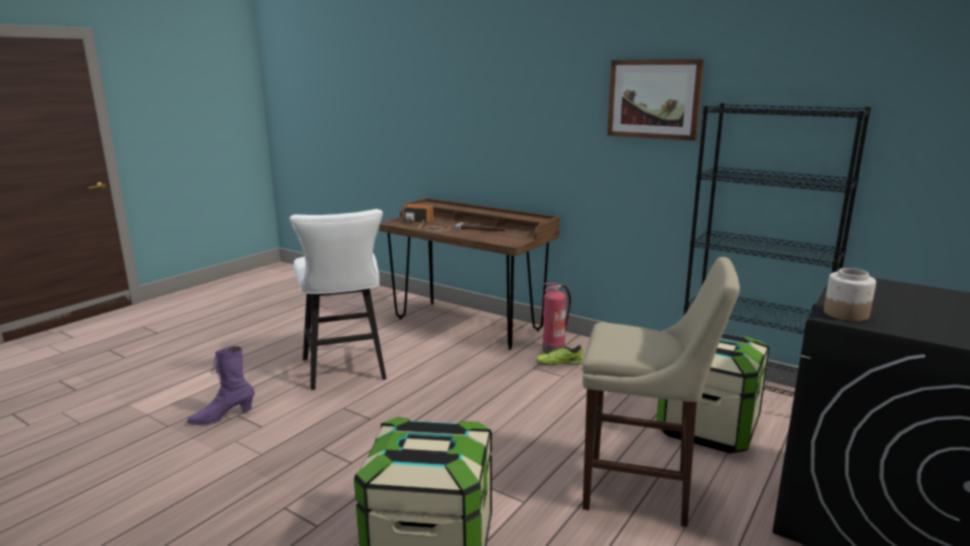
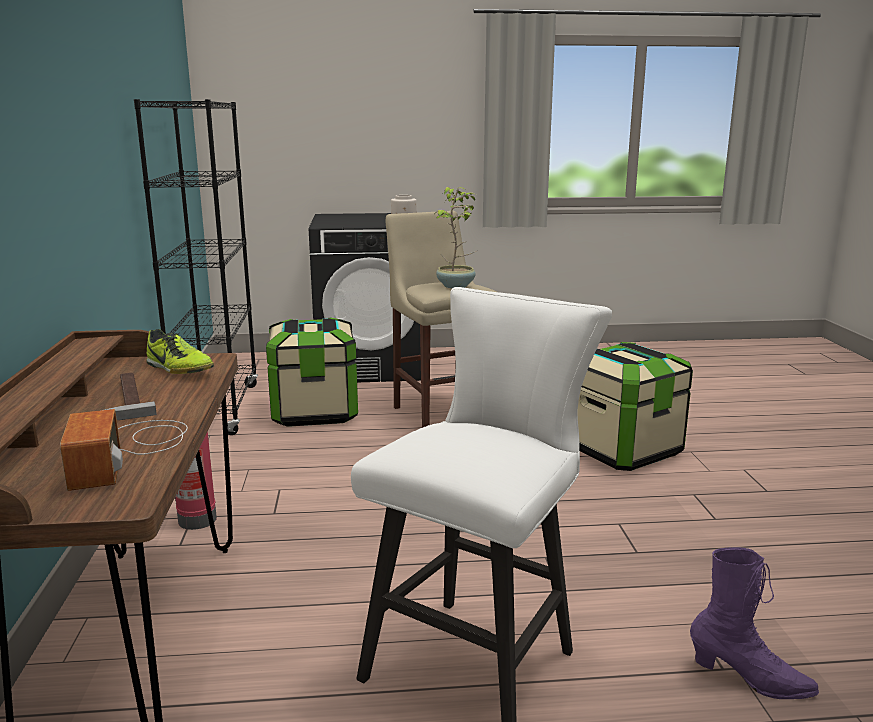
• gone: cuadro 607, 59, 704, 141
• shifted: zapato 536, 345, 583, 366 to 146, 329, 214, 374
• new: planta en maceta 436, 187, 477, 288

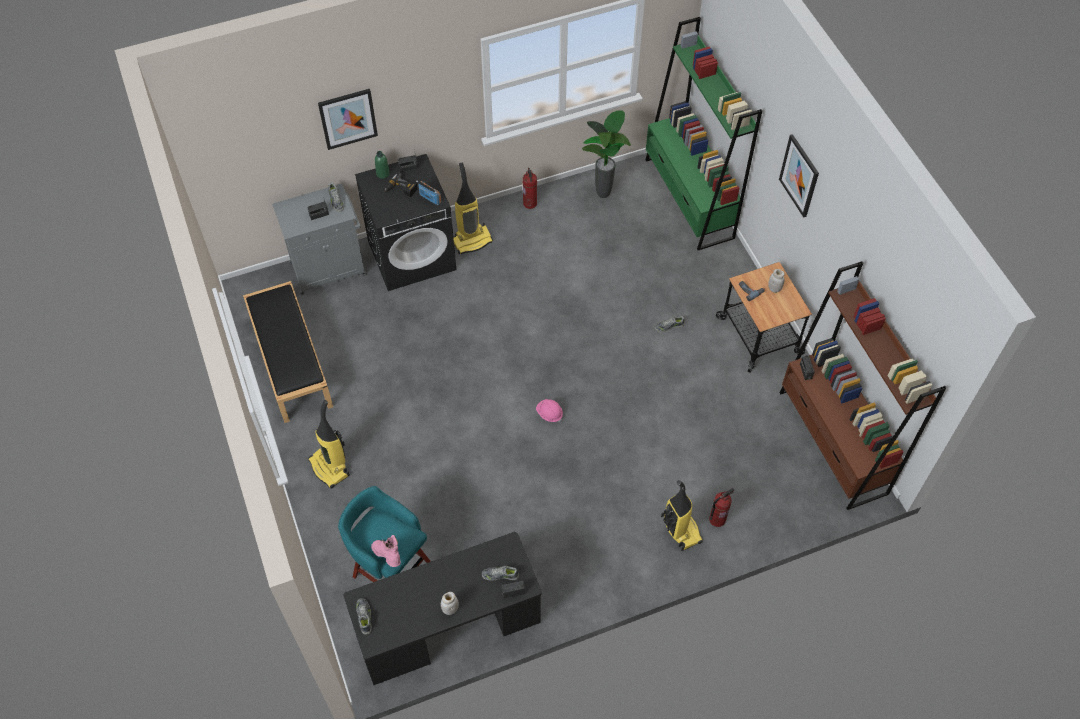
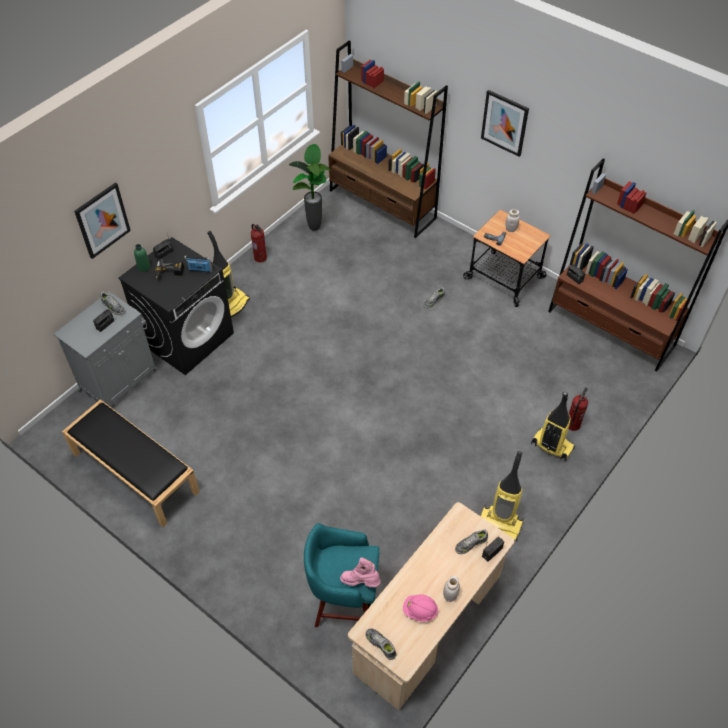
• repainted: estantería (verde) 646, 17, 762, 250 to estantería (marrón) 328, 40, 448, 238
• shifted: casco (rosa) 536, 399, 563, 423 to 403, 594, 439, 622
• shifted: aspiradora 308, 400, 350, 489 to 481, 451, 524, 541
• repainted: escritorio (negro) 344, 532, 542, 685 to escritorio (beis) 348, 502, 515, 710

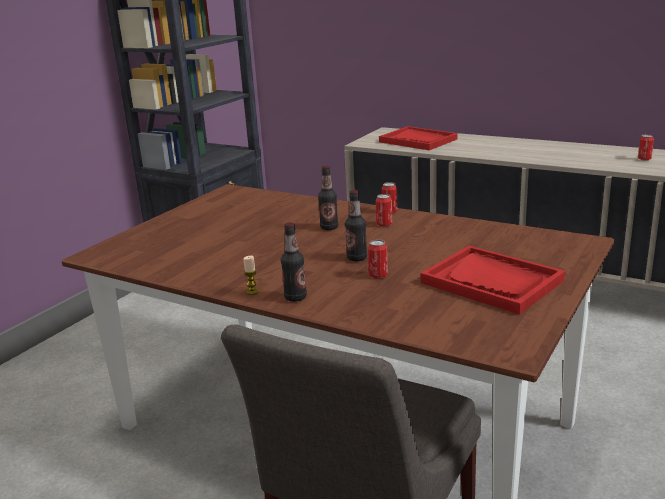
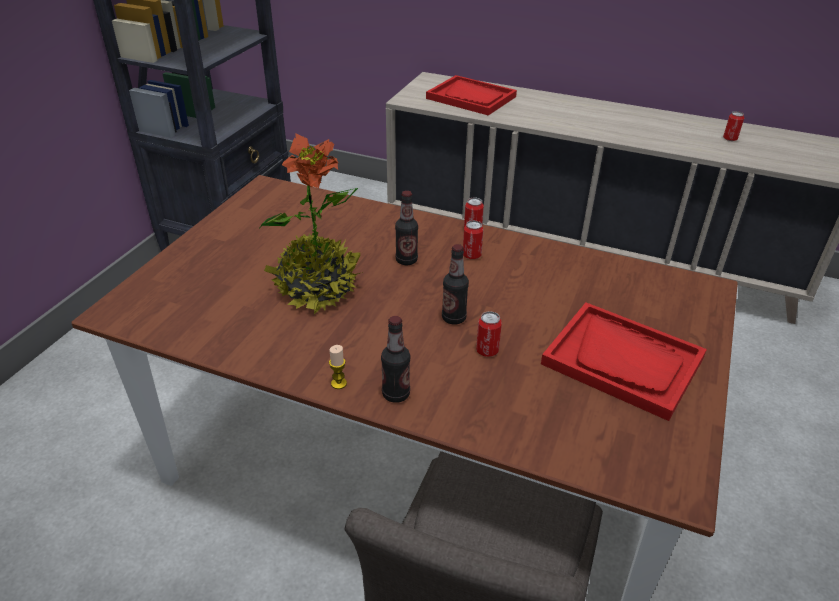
• new: planta en maceta 260, 134, 363, 314

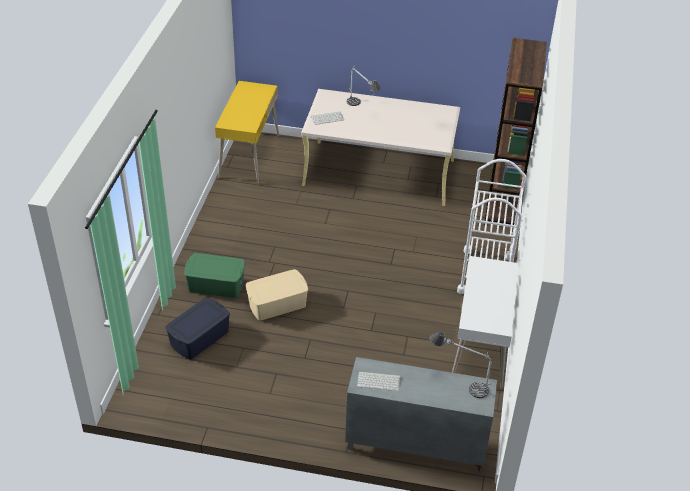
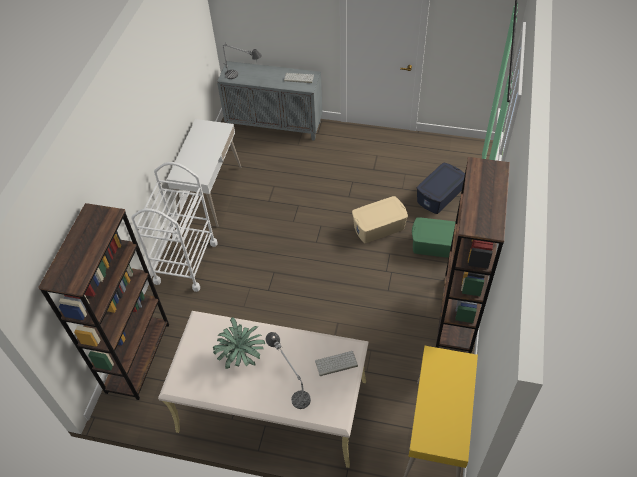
• new: estantería (marrón) 436, 157, 510, 353
• new: planta en maceta 213, 317, 265, 369

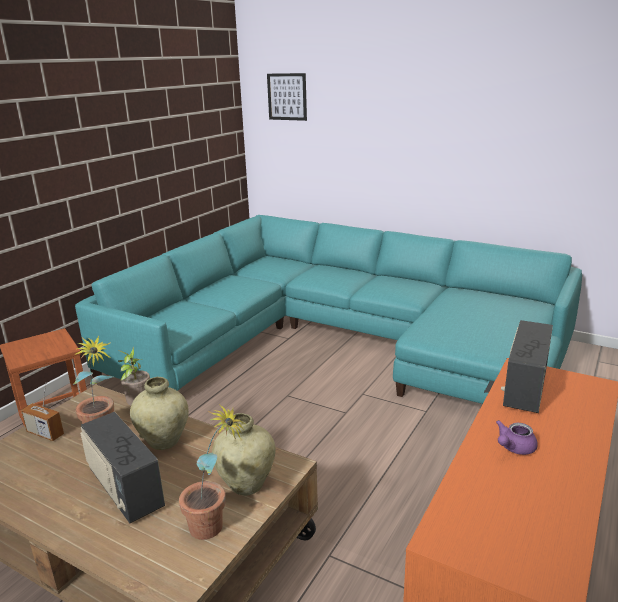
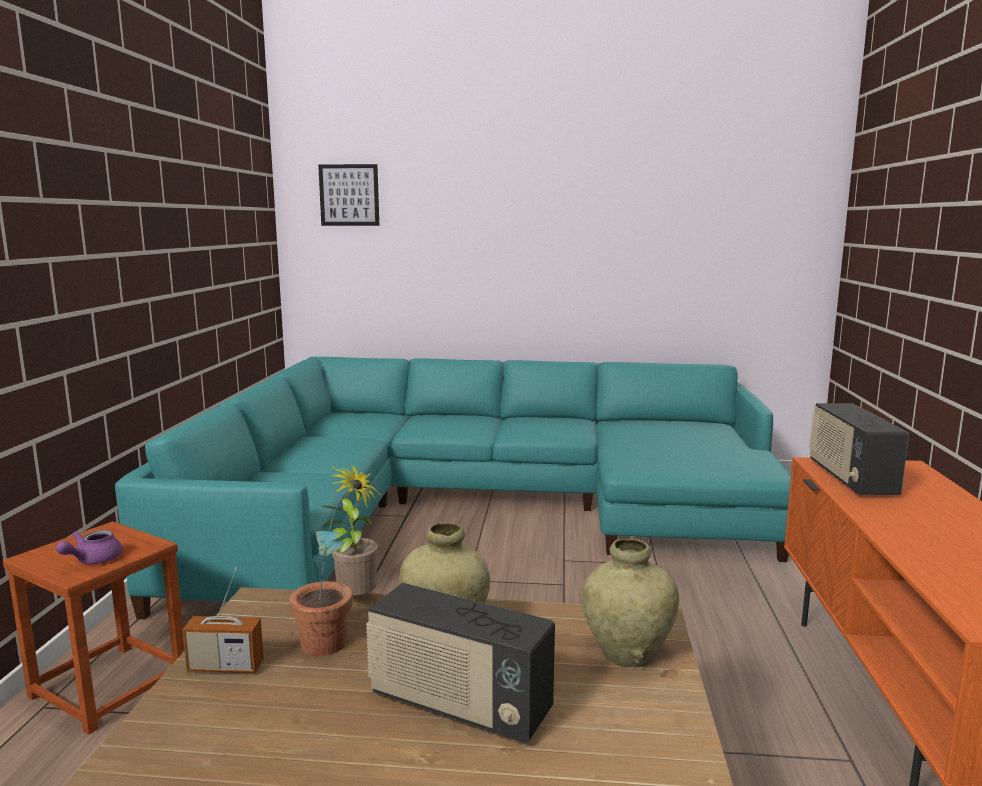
• gone: planta en maceta 179, 404, 245, 540
• shifted: tetera (morado) 496, 420, 538, 455 to 56, 530, 122, 564

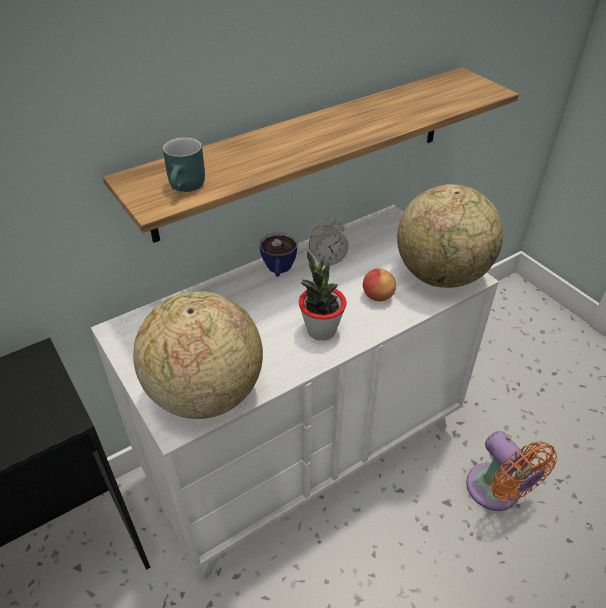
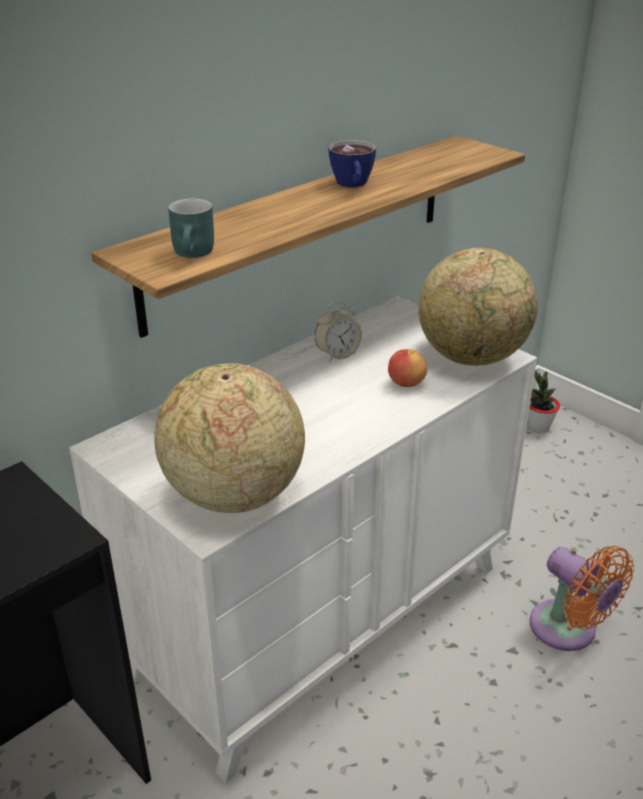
• shifted: taza 259, 232, 298, 277 to 328, 140, 376, 188
• shifted: planta en maceta 299, 251, 346, 340 to 528, 370, 560, 433

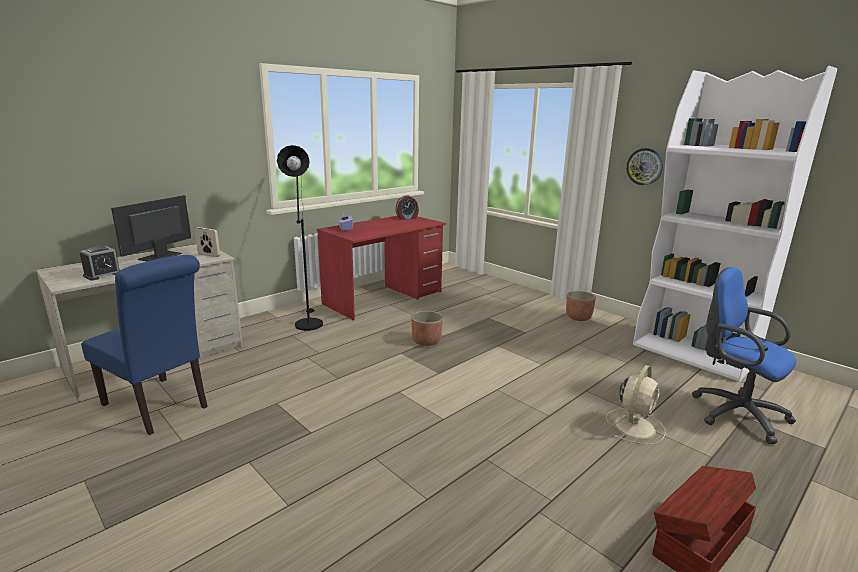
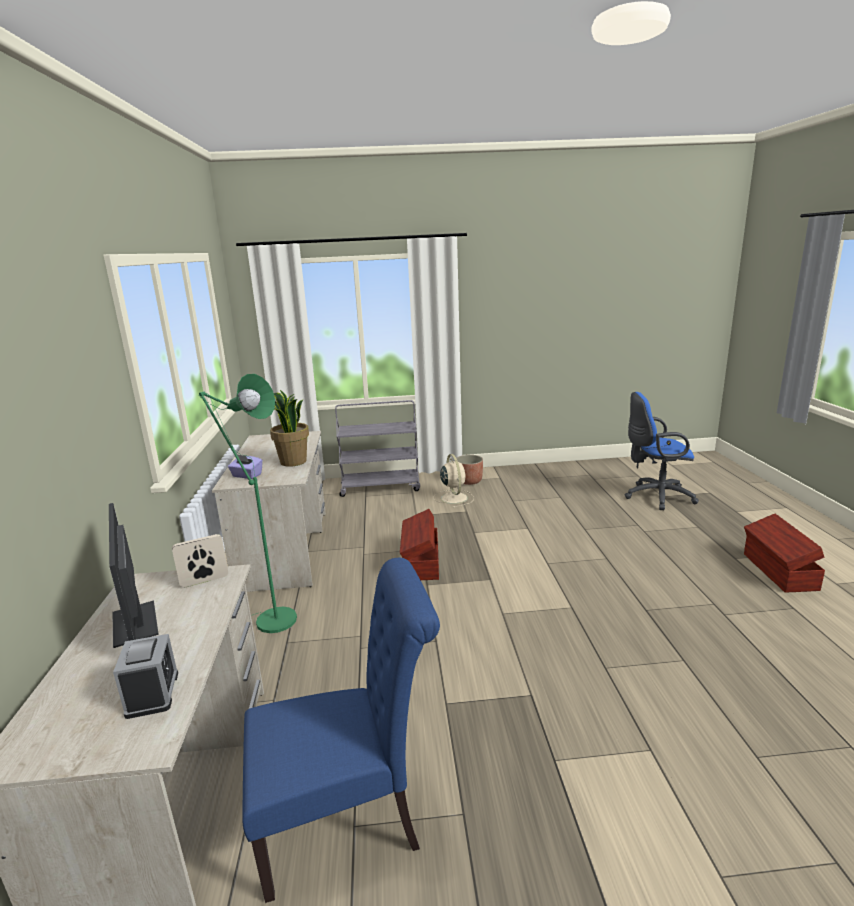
• gone: estantería (blanco) 633, 66, 837, 382
• repainted: lámpara de pie (negro) 277, 145, 323, 331 to lámpara de pie (verde) 199, 374, 297, 633
• gone: reloj de pared 626, 148, 664, 185
• gone: despertador 396, 195, 419, 220
• repainted: escritorio (rojo) 317, 216, 446, 320 to escritorio (beis) 212, 431, 326, 592
• swapped: maceta 411, 311, 443, 346 to caja de almacenaje (marrón) 400, 509, 439, 580
• shifted: ventilador (beis) 606, 365, 666, 445 to 433, 454, 474, 508
• new: planta en maceta 270, 390, 309, 467
• new: carrito (gris) 335, 400, 420, 497

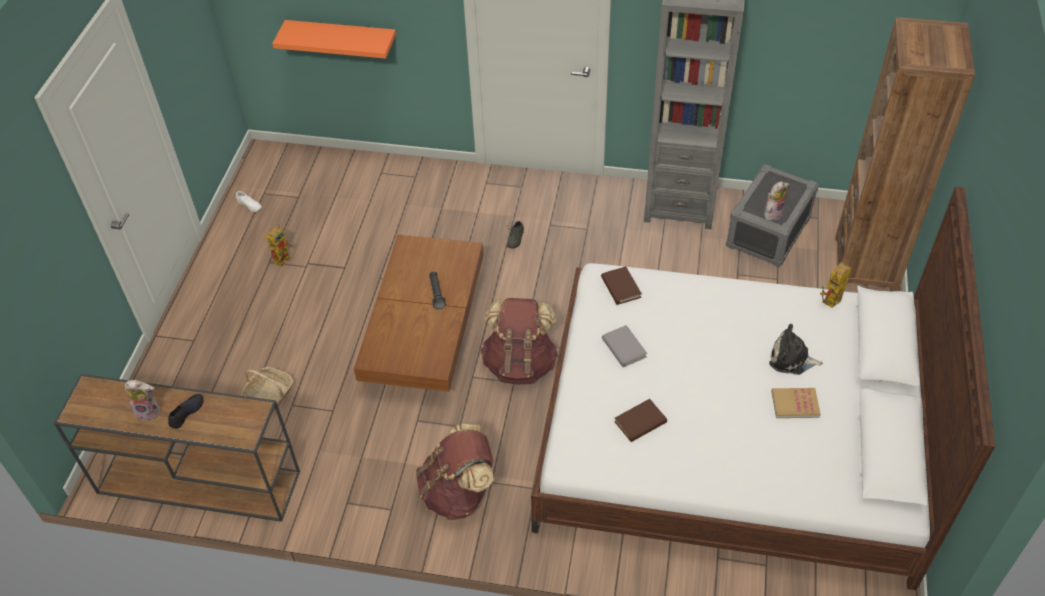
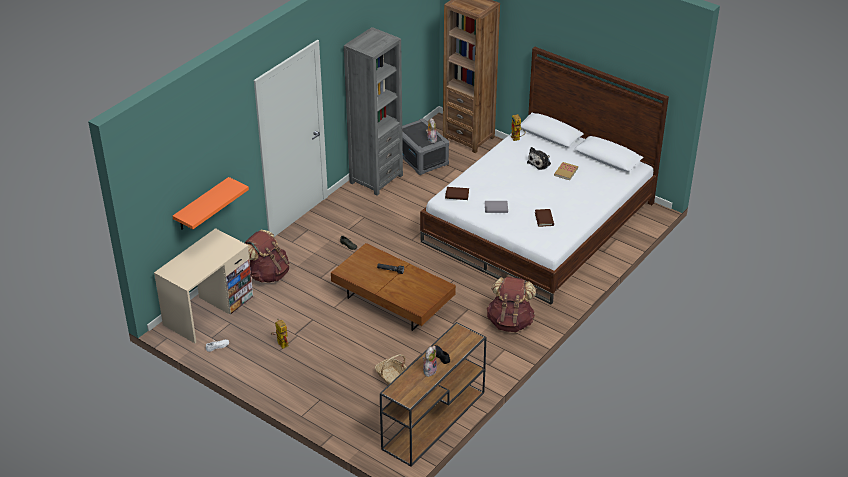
• shifted: mochila (marrón) 480, 298, 558, 385 to 245, 230, 290, 283
• new: escritorio (beis) 154, 228, 253, 343

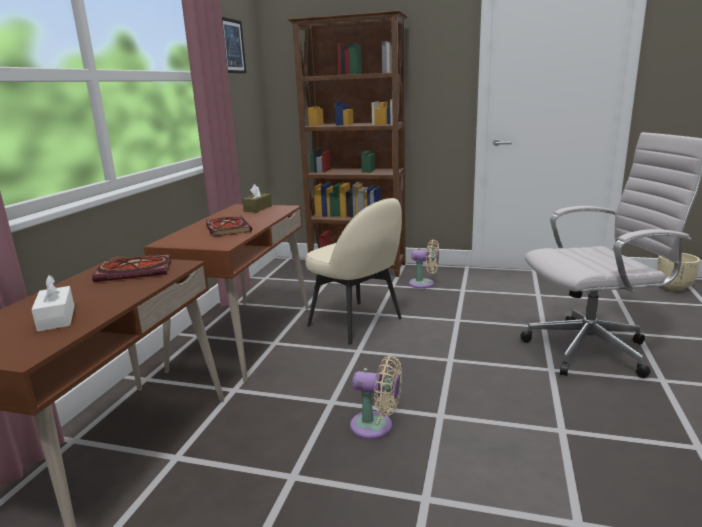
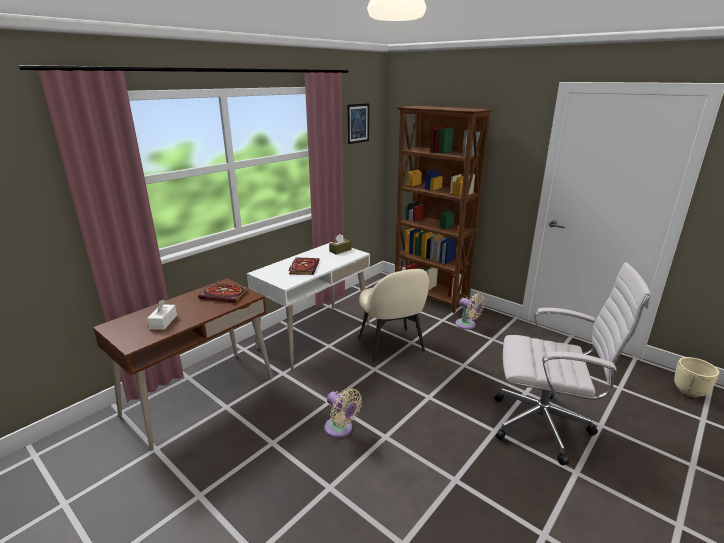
• repainted: escritorio (marrón) 144, 204, 309, 383 to escritorio (blanco) 247, 242, 370, 370

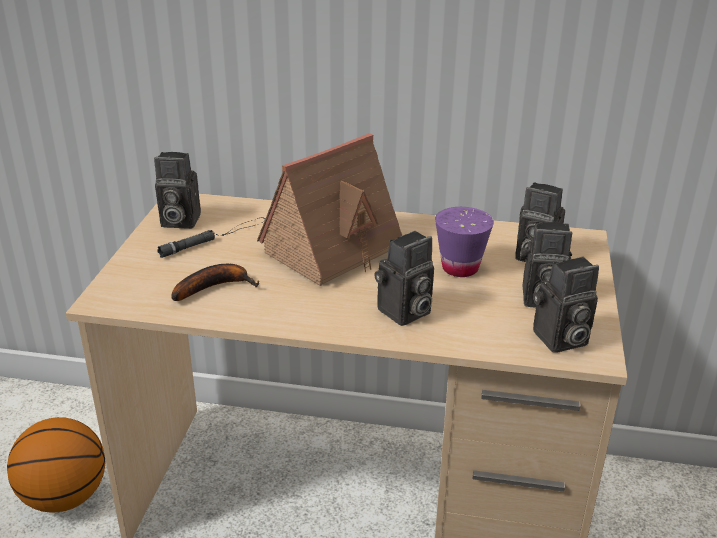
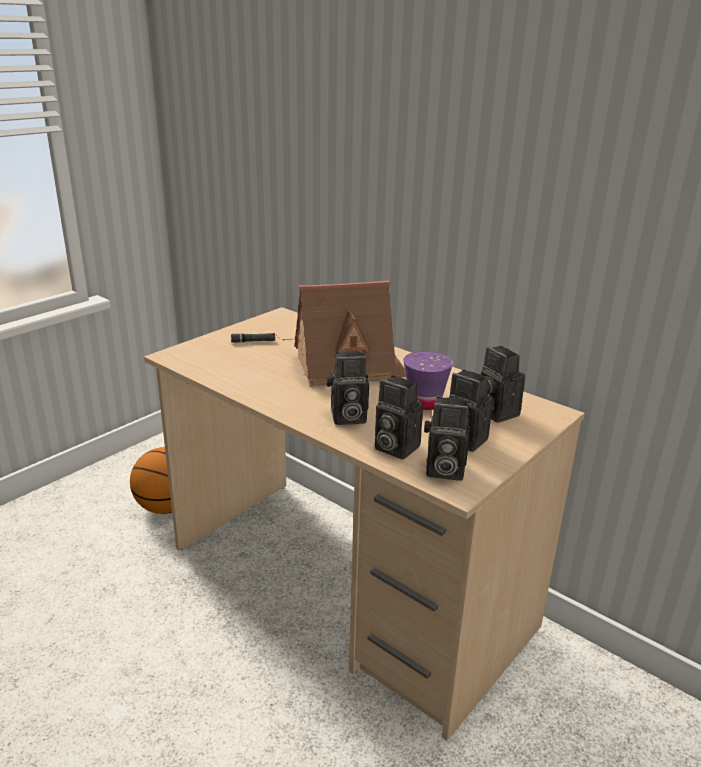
• shifted: cámara 154, 152, 201, 229 to 375, 376, 423, 460
• gone: plátano 171, 264, 260, 301

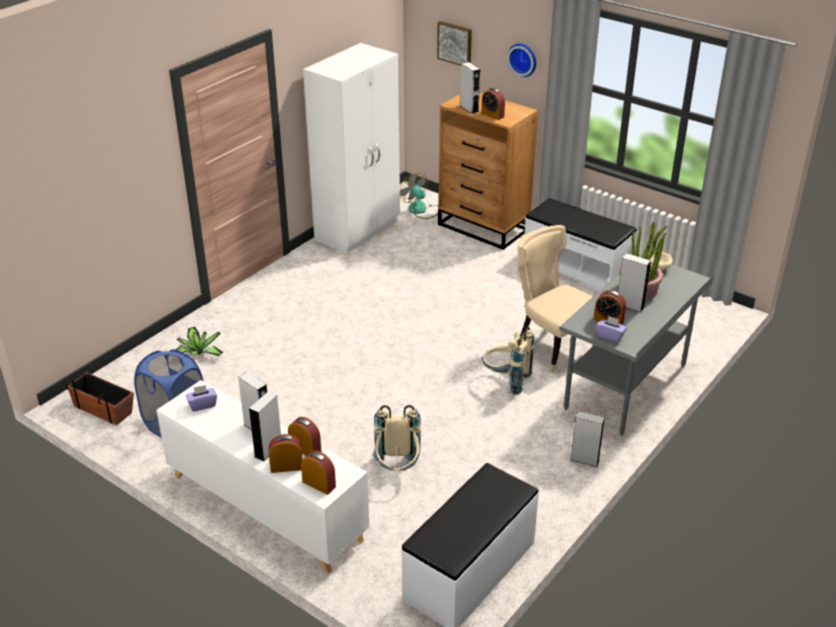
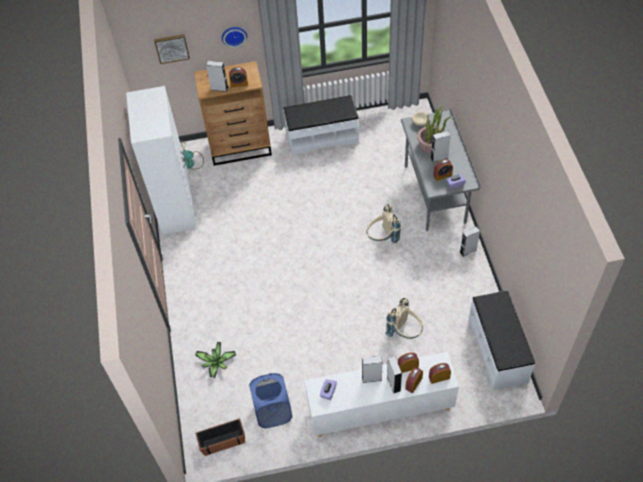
• gone: silla (beis) 517, 225, 593, 373

